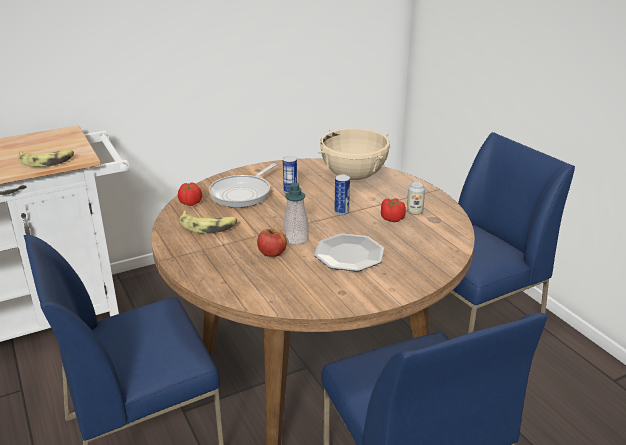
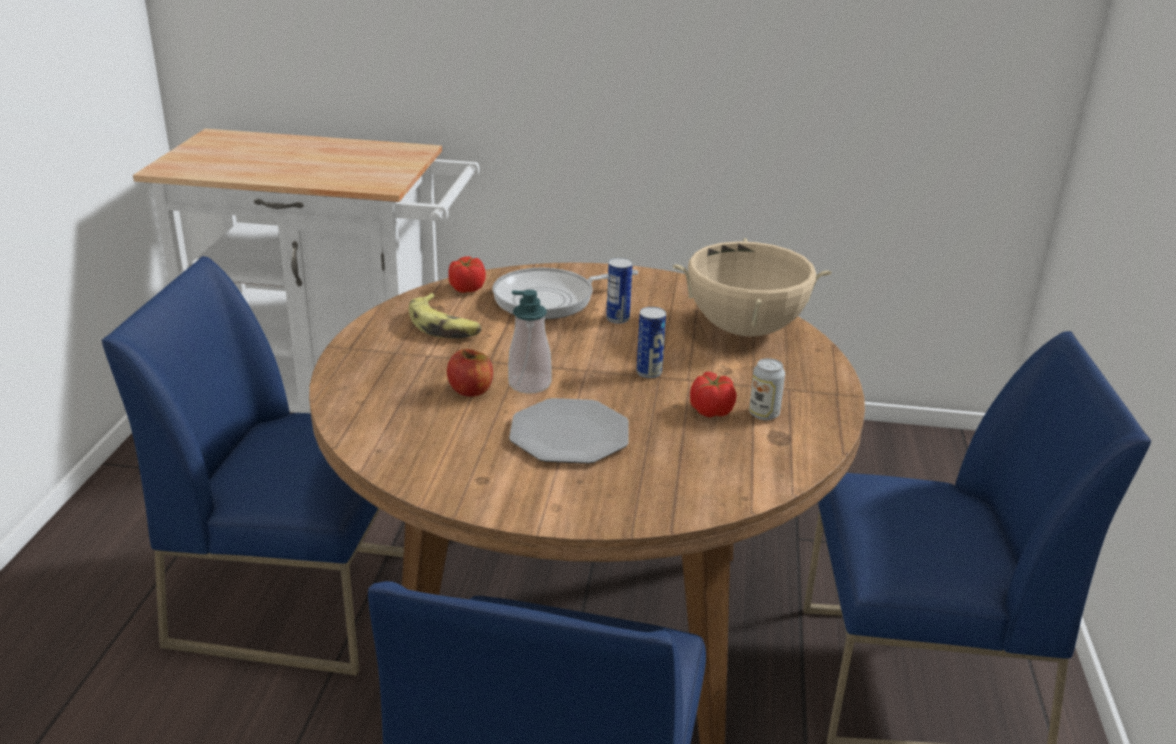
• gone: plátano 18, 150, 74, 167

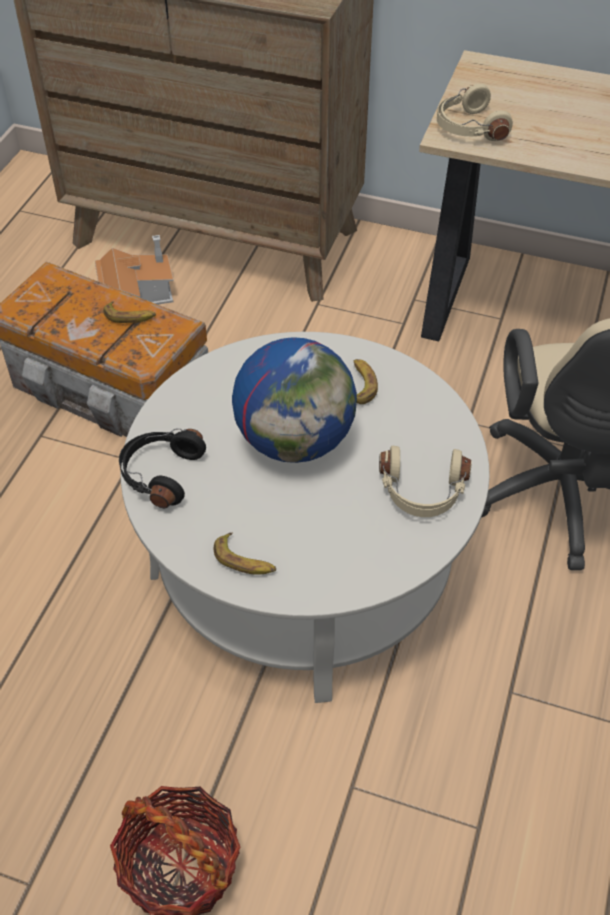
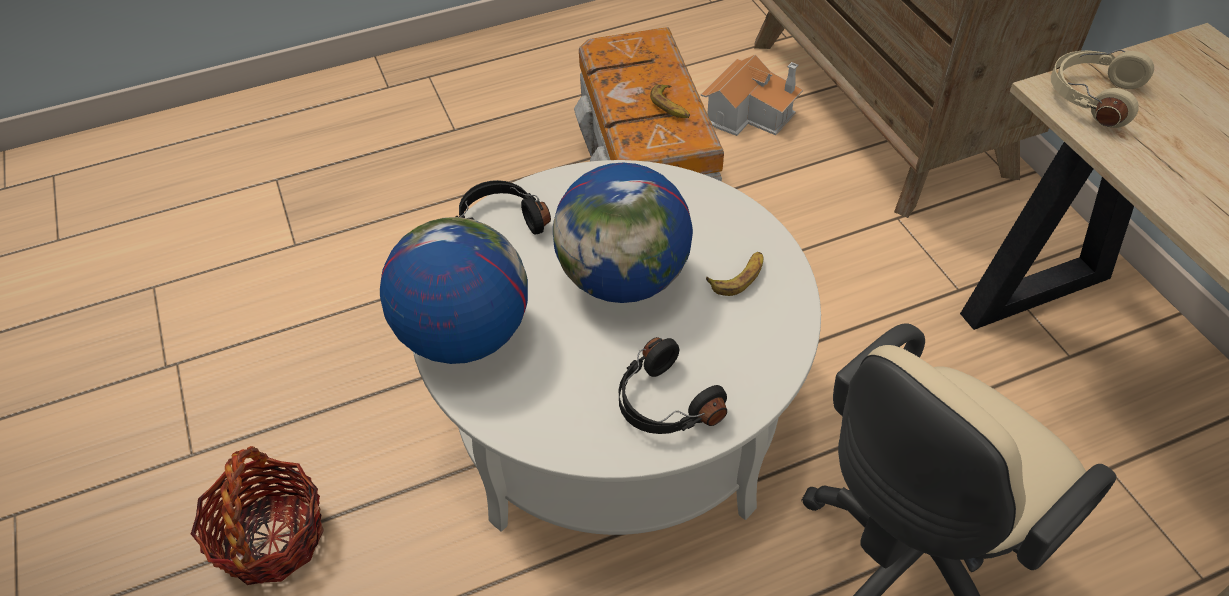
• repainted: auriculares (beis) 379, 446, 472, 517 to auriculares (negro) 619, 337, 727, 434
• swapped: plátano 214, 533, 276, 575 to globo terráqueo 380, 217, 528, 364

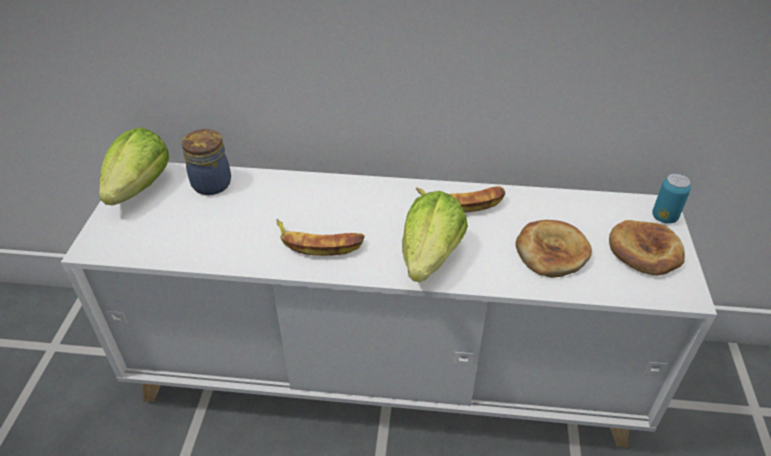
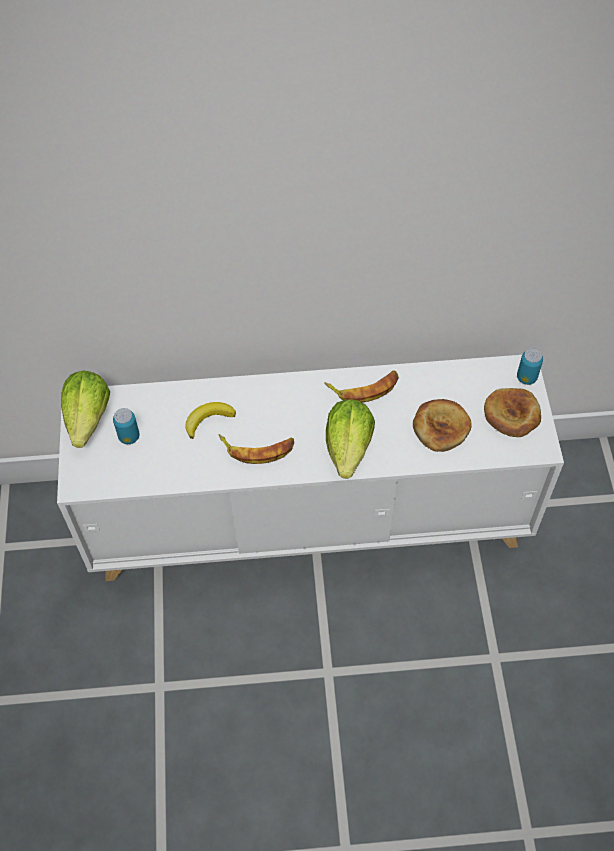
• gone: tarro 181, 129, 231, 195
• new: plátano 185, 402, 236, 439
• new: lata 113, 408, 140, 444

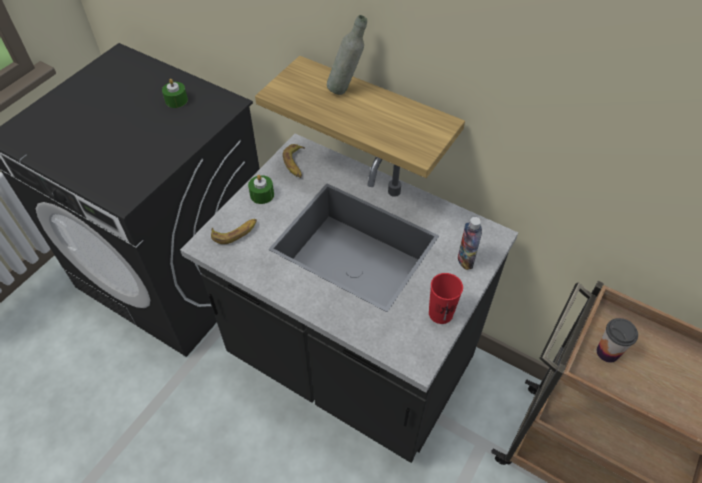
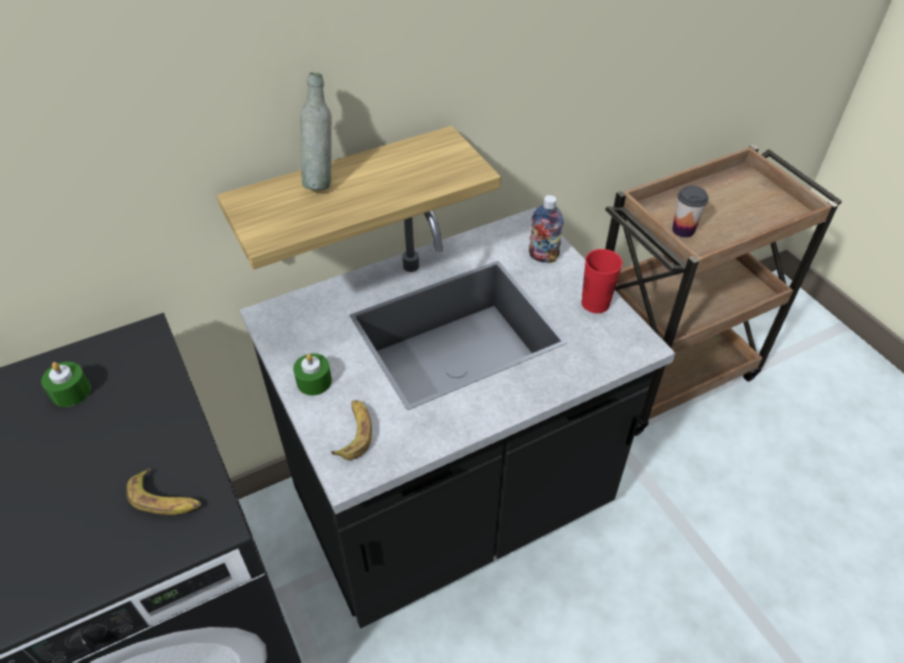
• shifted: plátano 283, 144, 305, 178 to 126, 469, 201, 515

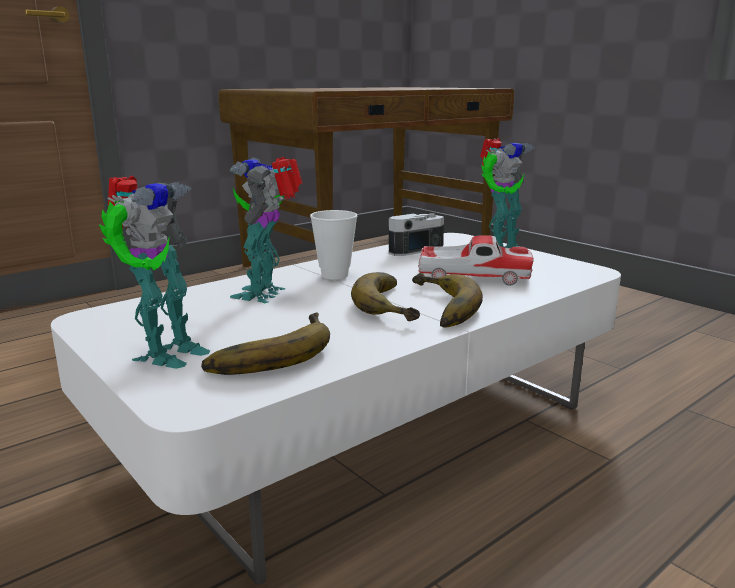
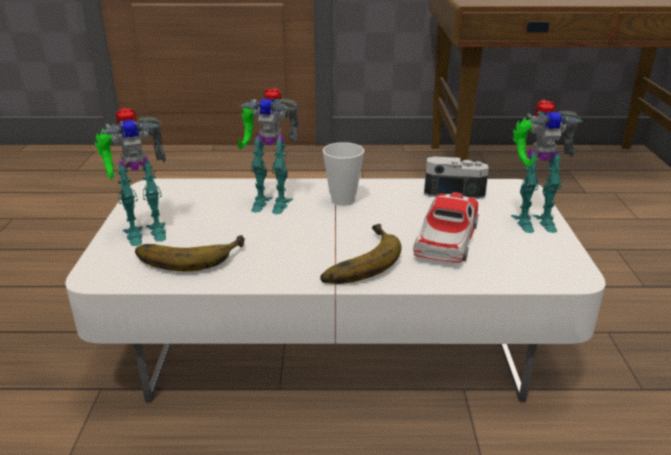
• rotated: robot de juguete 230, 157, 302, 303 = 238, 88, 299, 214 135 degrees counterclockwise
• rotated: coche de juguete 418, 235, 533, 286 = 413, 192, 479, 263 120 degrees counterclockwise
• gone: plátano 351, 272, 420, 321

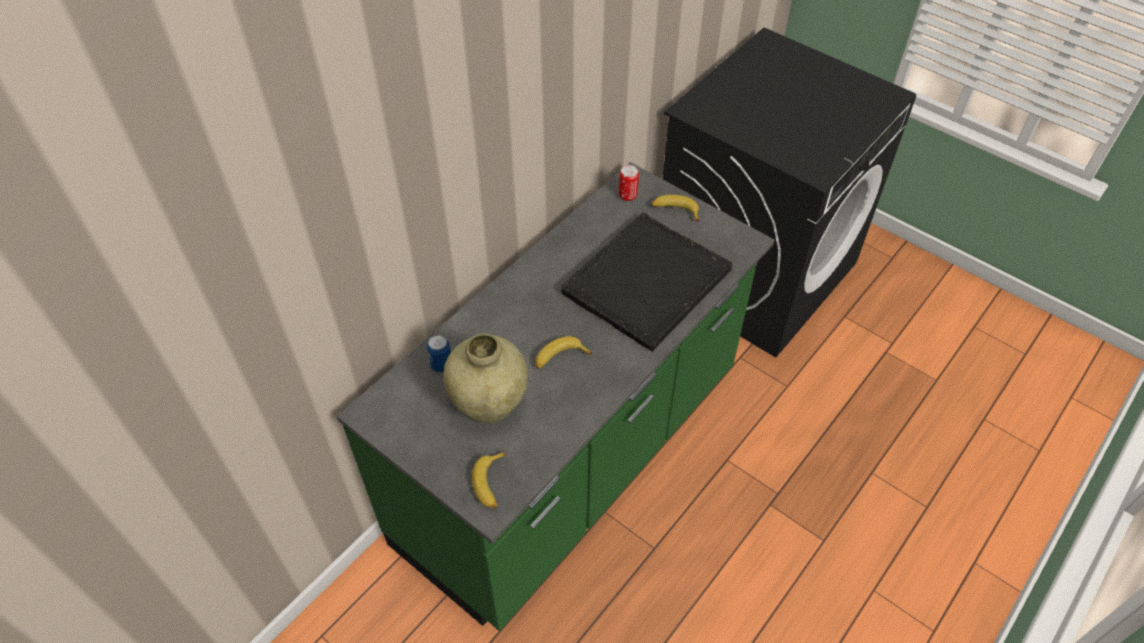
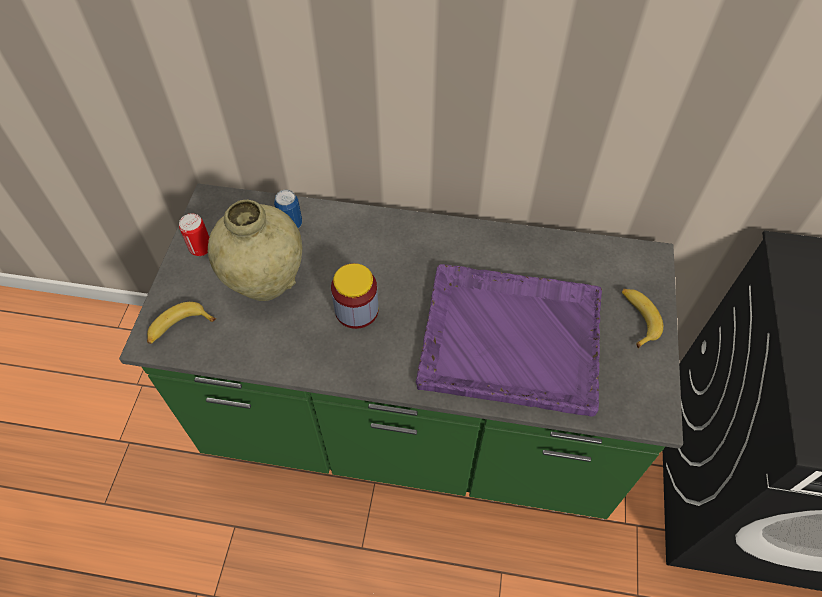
• shifted: lata 619, 165, 639, 201 to 179, 213, 209, 256
• repainted: bandeja (negro) 561, 213, 732, 352 to bandeja (morado) 416, 264, 602, 417
• swapped: plátano 536, 336, 593, 369 to tarro 331, 263, 379, 329

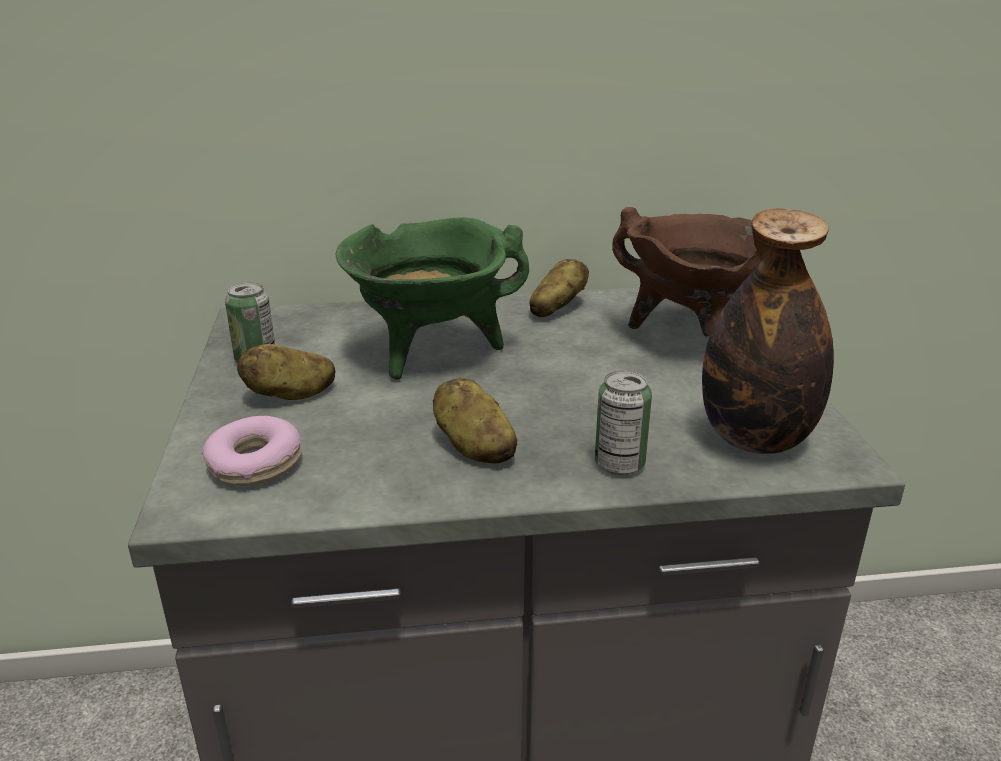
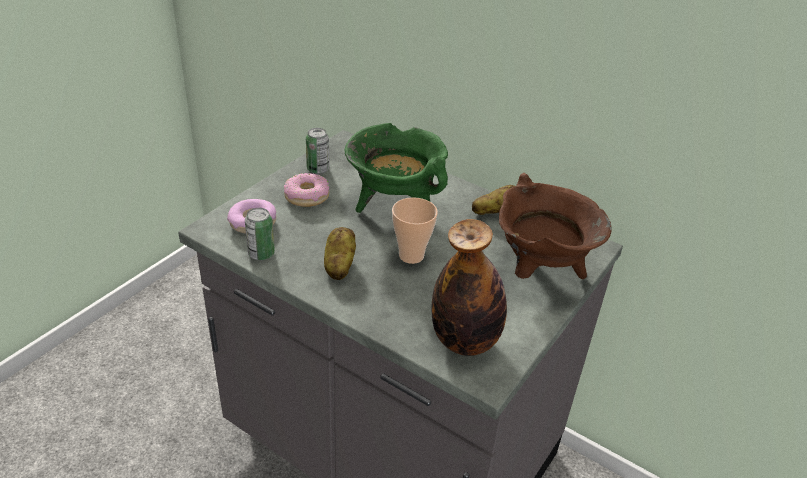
• swapped: patata 237, 344, 336, 400 to rosquilla 284, 173, 329, 207
• shifted: lata 595, 370, 652, 475 to 245, 208, 275, 260
• new: taza 392, 197, 438, 264

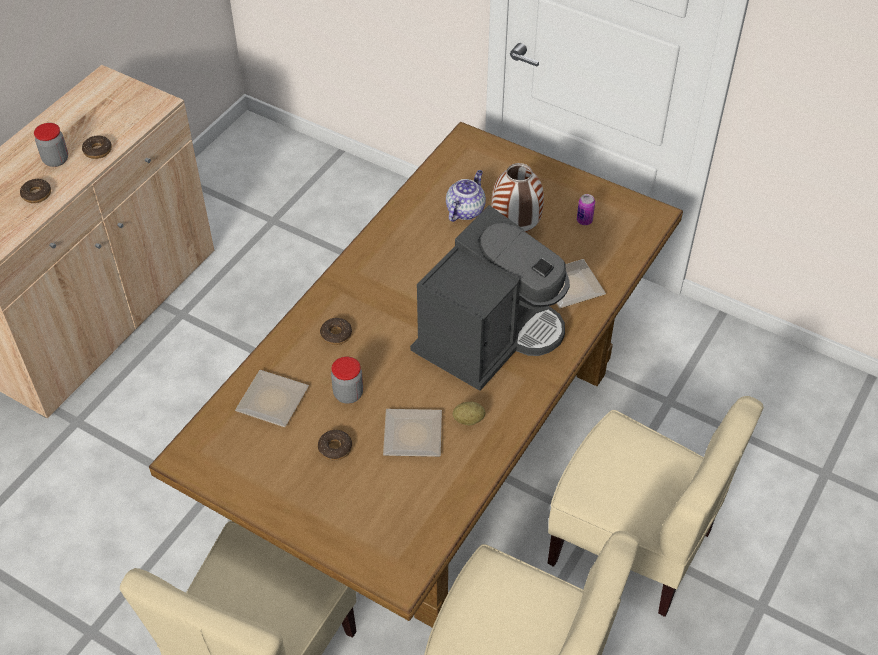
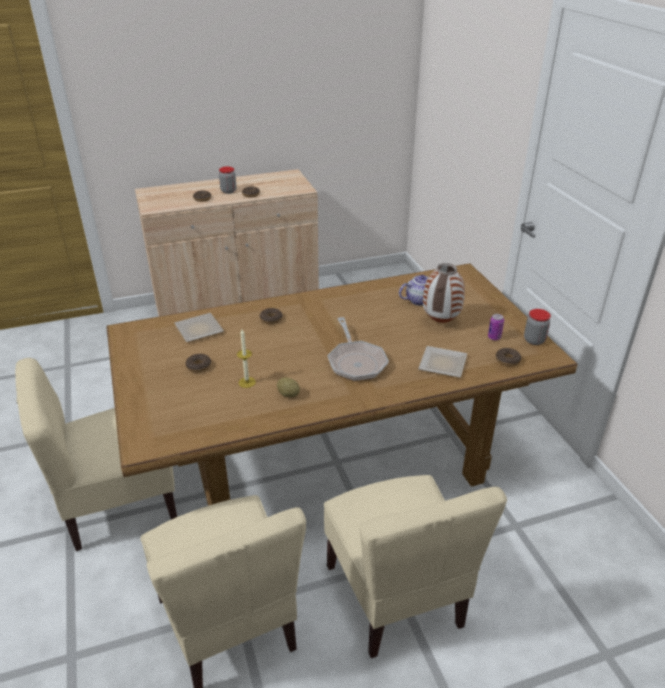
• swapped: cafetera 410, 205, 570, 391 to sartén 327, 317, 389, 381
• shifted: tarro 331, 356, 363, 404 to 524, 309, 551, 345
• swapped: plato 383, 409, 442, 457 to vela 237, 329, 256, 388
• new: rosquilla 496, 348, 521, 366

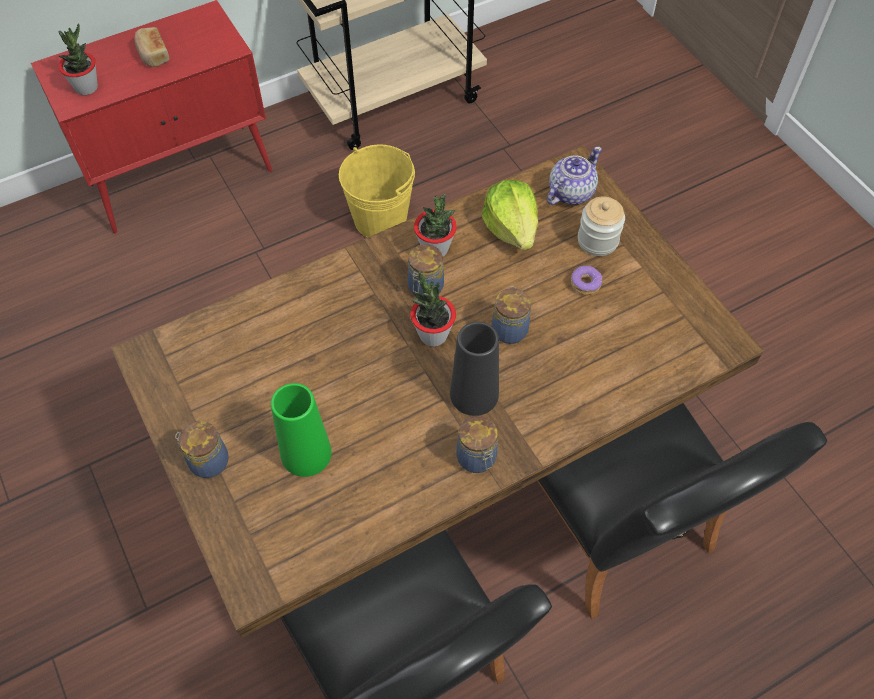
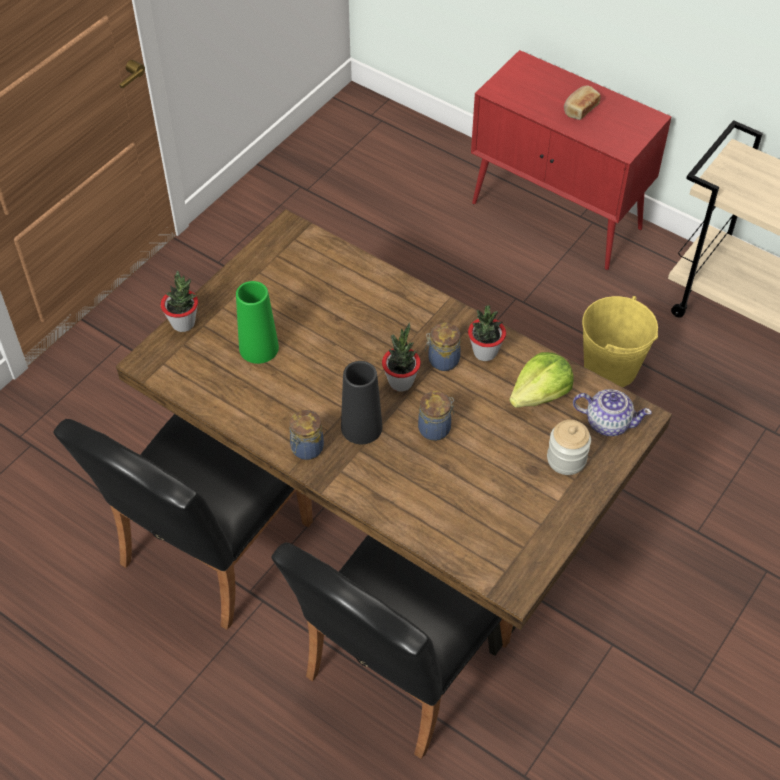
• shifted: planta en maceta 58, 24, 98, 95 to 161, 271, 198, 332
• gone: rosquilla 571, 266, 603, 295
• gone: tarro 175, 421, 229, 478

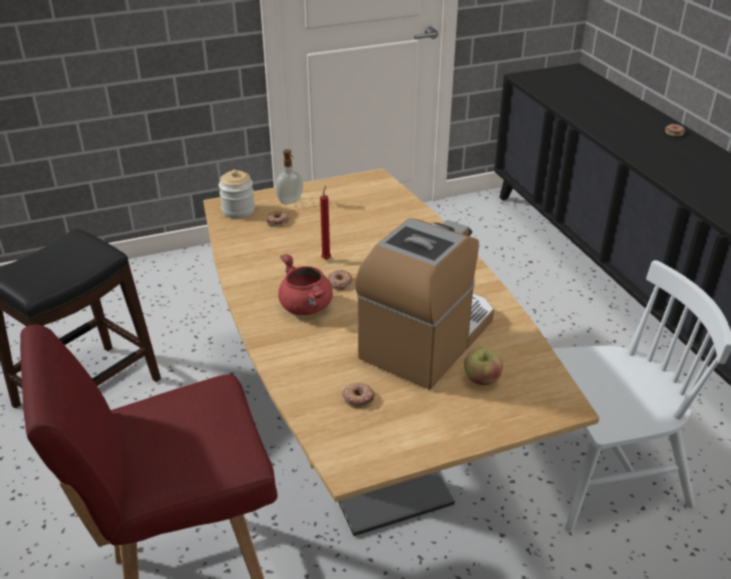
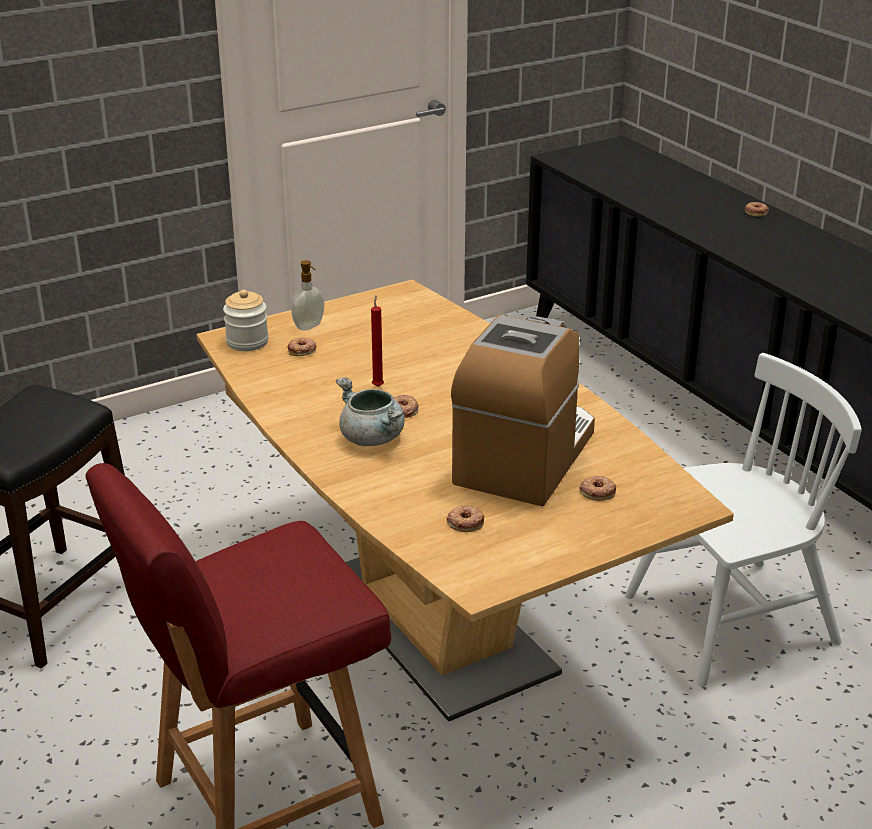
• repainted: olla (rojo) 278, 254, 333, 315 to olla (gris) 336, 377, 405, 446
• swapped: manzana 464, 347, 503, 385 to rosquilla 579, 476, 616, 501

